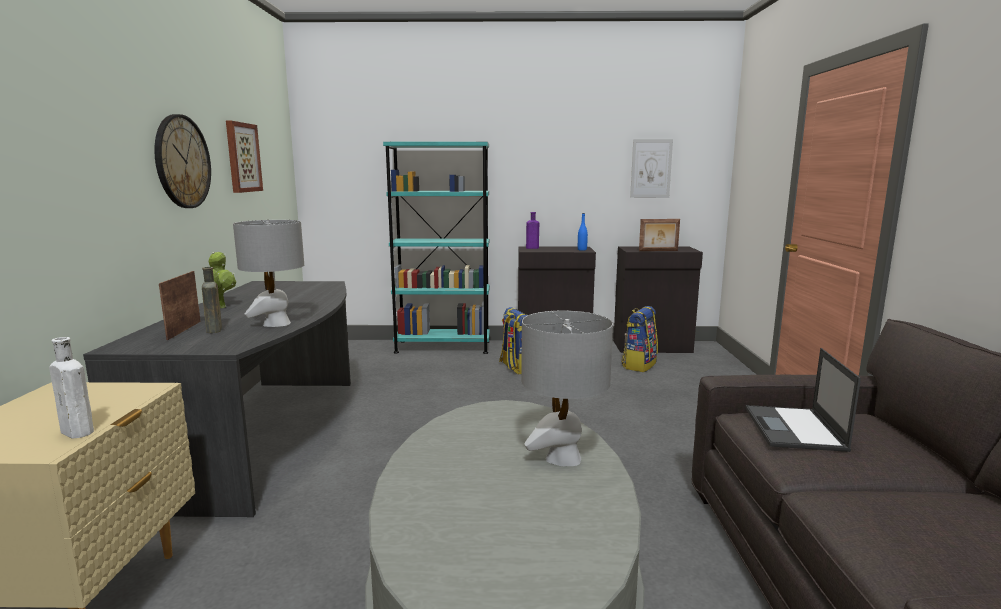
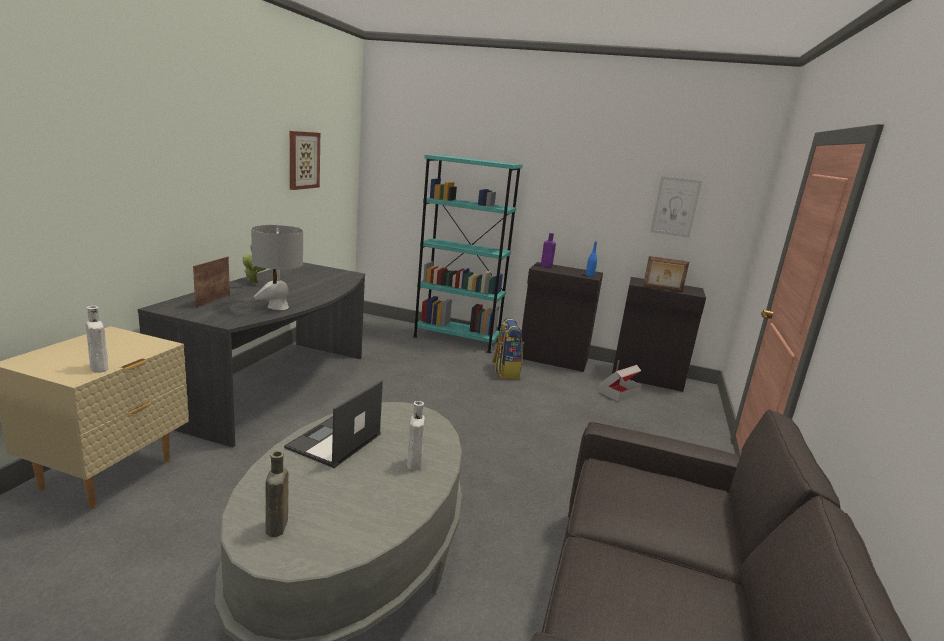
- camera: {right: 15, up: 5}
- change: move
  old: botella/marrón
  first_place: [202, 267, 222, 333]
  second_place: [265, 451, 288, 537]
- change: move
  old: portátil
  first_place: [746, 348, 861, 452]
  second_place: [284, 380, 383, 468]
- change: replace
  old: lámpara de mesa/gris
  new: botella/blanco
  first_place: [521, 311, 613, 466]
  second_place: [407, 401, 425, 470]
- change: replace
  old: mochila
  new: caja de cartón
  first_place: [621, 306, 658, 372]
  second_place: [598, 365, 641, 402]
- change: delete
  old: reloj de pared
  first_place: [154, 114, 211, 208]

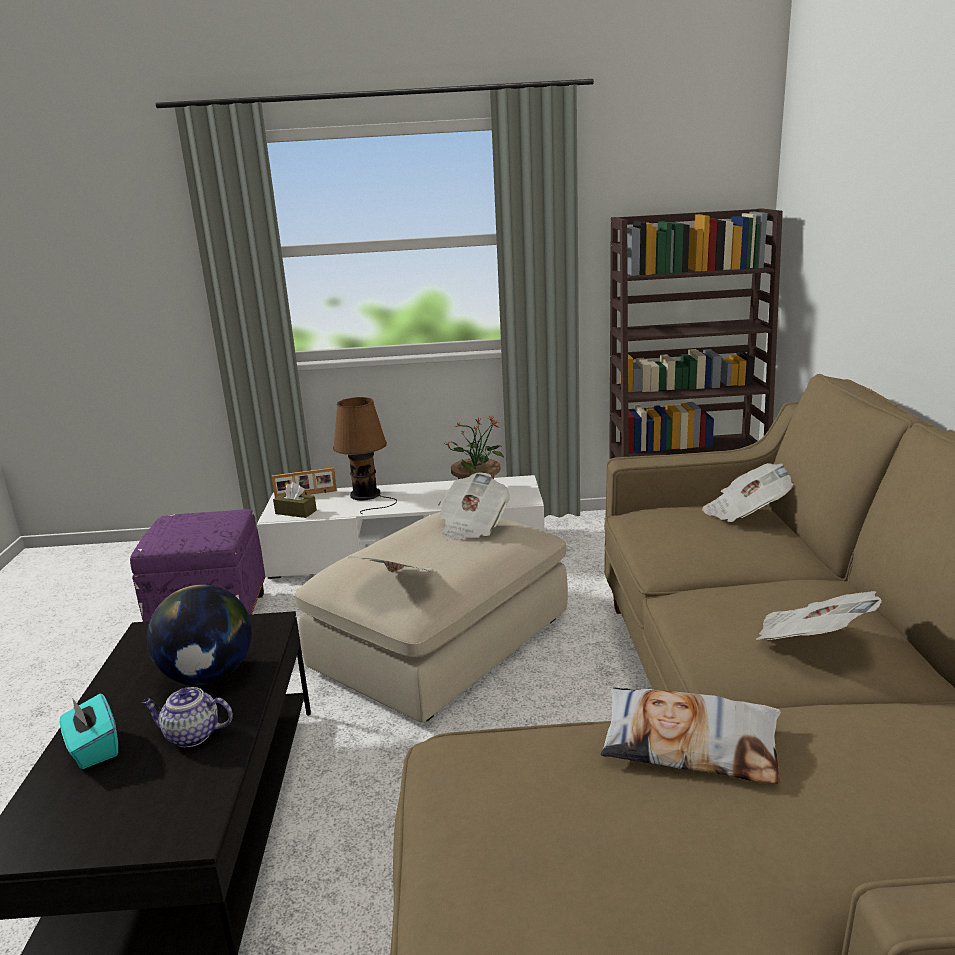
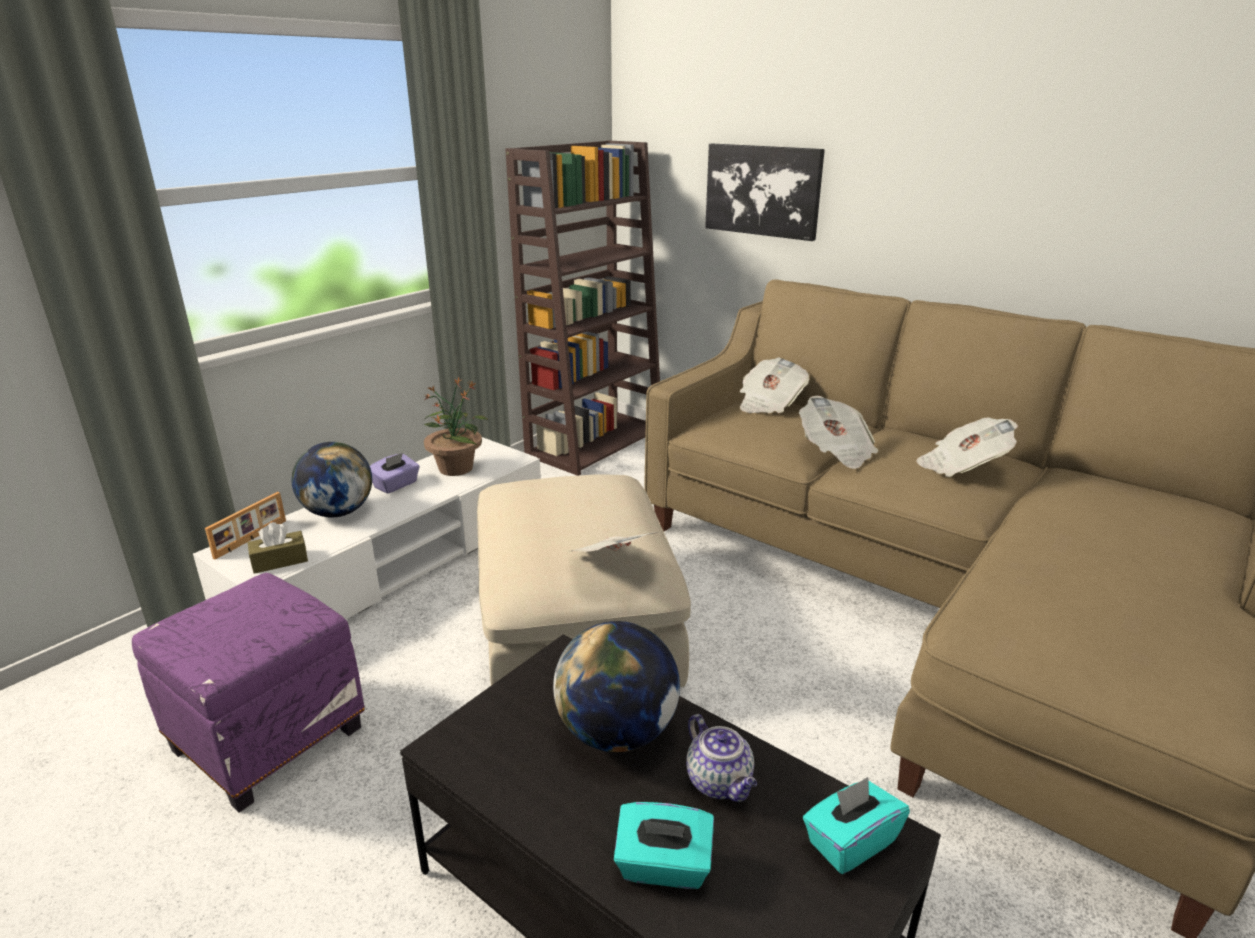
- camera: {right: -50, up: 5}
- change: replace
  old: lámpara de mesa/marrón
  new: globo terráqueo
  first_place: [333, 397, 397, 514]
  second_place: [291, 442, 372, 517]
- change: insert
  new: caja de pañuelos/morado
  second_place: [370, 453, 420, 494]
- change: rotate
  old: tetera
  first_place: [141, 687, 233, 747]
  second_place: [686, 714, 757, 802]
  degrees: -75
- change: insert
  new: cuadro
  second_place: [705, 144, 825, 241]
- change: move
  old: periódico
  first_place: [438, 472, 510, 541]
  second_place: [799, 396, 878, 469]
- change: insert
  new: caja de pañuelos/turquesa
  second_place: [803, 777, 910, 874]
- change: delete
  old: cojín
  first_place: [601, 687, 781, 784]

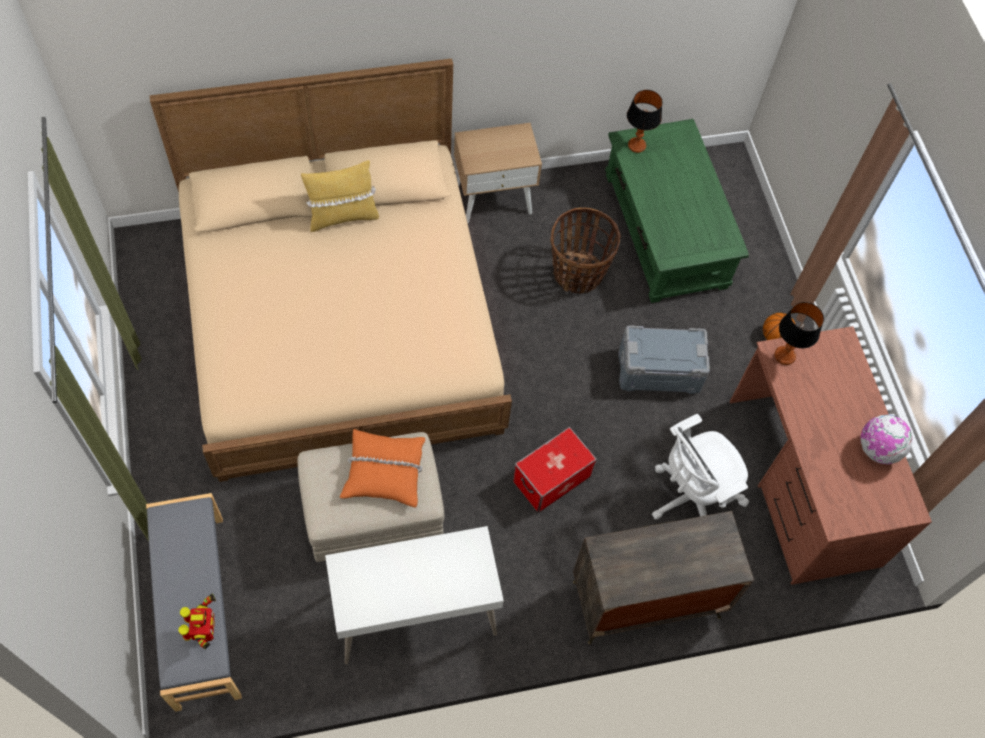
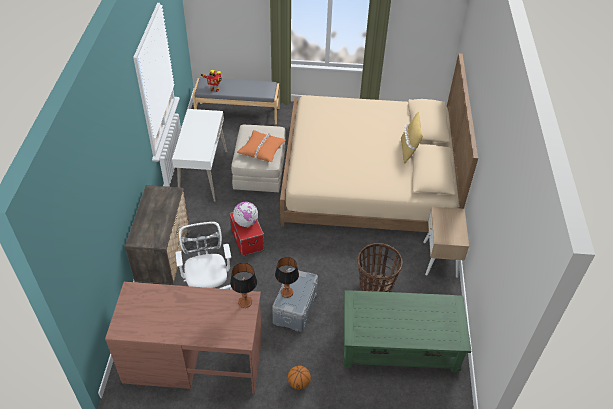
- camera: {right: 110, up: -15}
- change: move
  old: globo terráqueo
  first_place: [861, 415, 913, 464]
  second_place: [233, 202, 258, 227]
- change: move
  old: lámpara de mesa
  first_place: [627, 90, 662, 153]
  second_place: [275, 257, 299, 298]

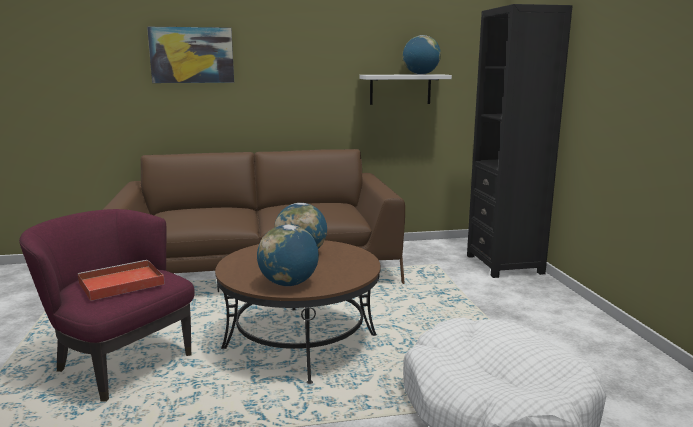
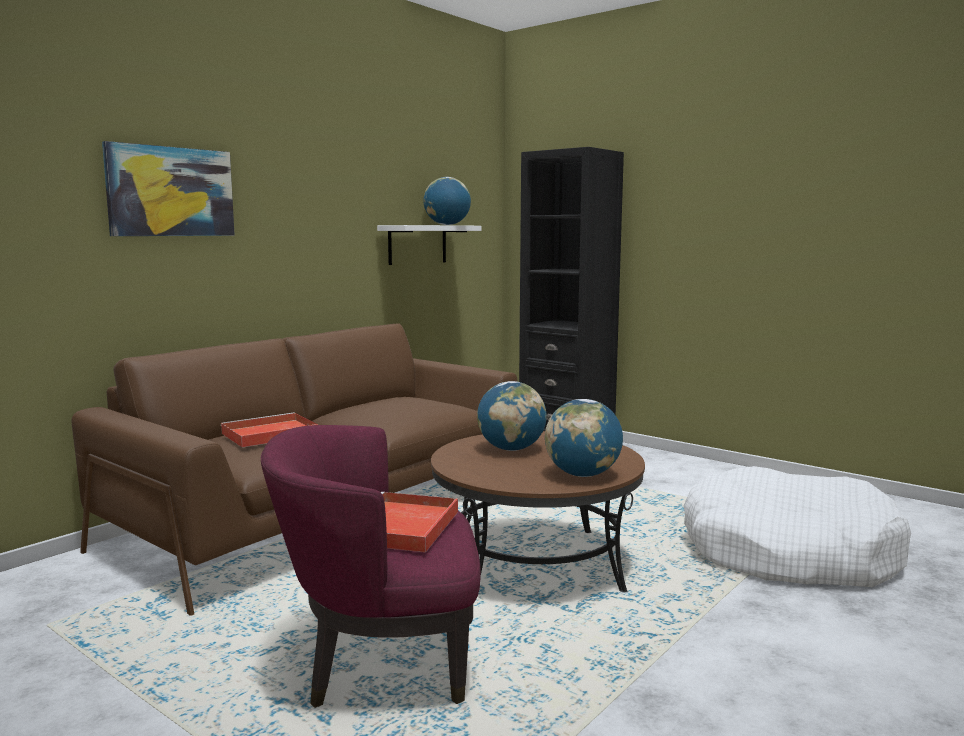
- camera: {right: -40, up: -5}
- change: insert
  new: bandeja/rojo
  second_place: [221, 412, 319, 447]

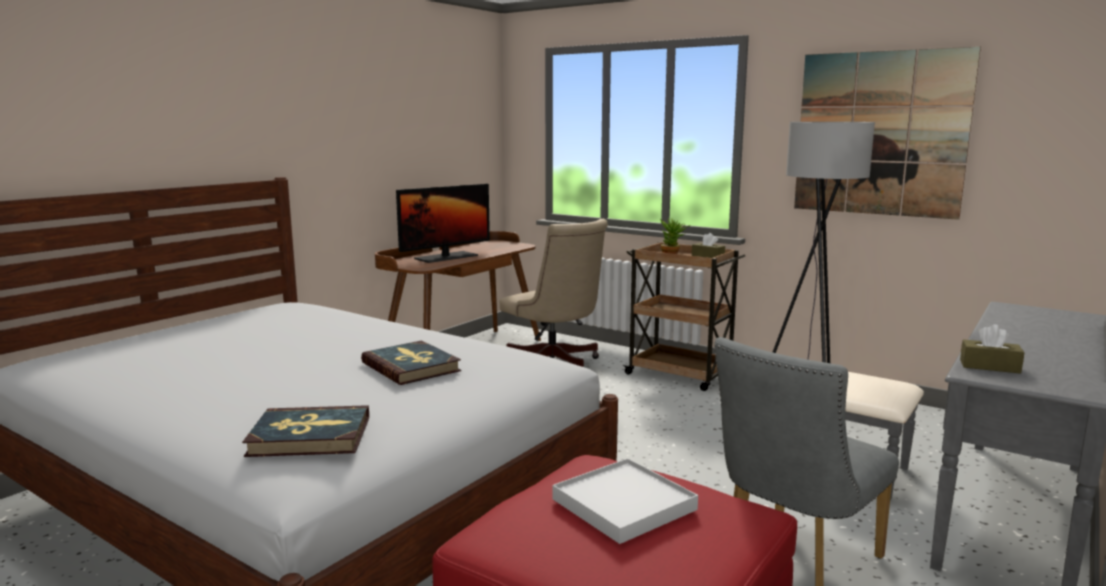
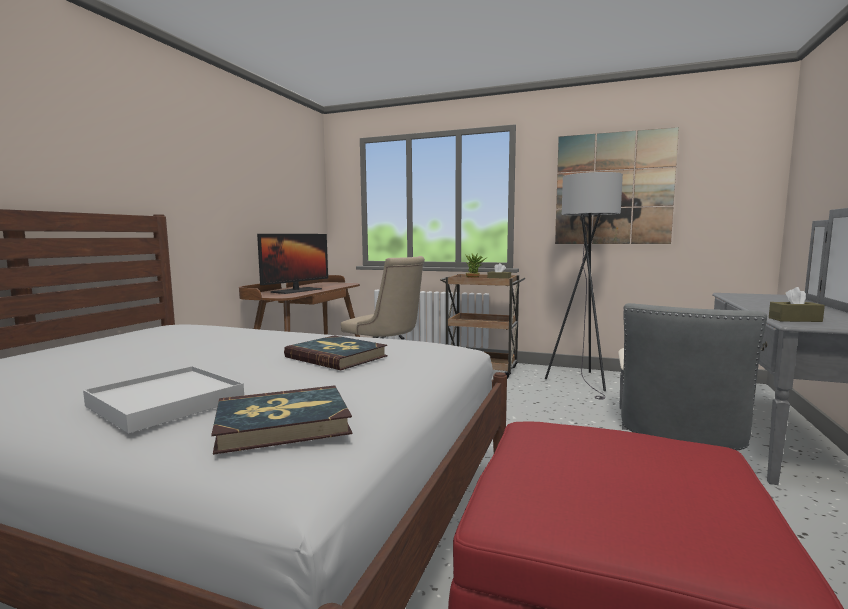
- camera: {right: -15, up: -5}
- change: move
  old: bandeja/blanco
  first_place: [552, 458, 698, 544]
  second_place: [83, 366, 244, 434]

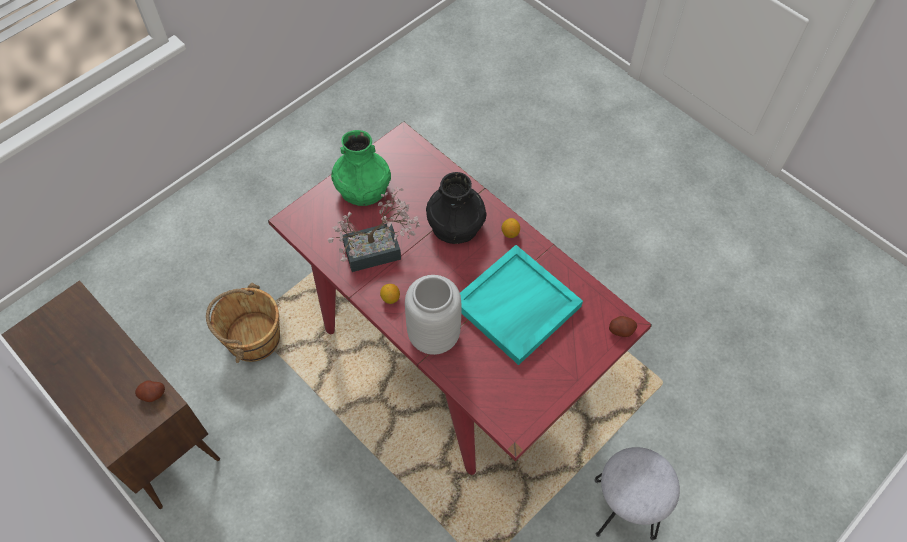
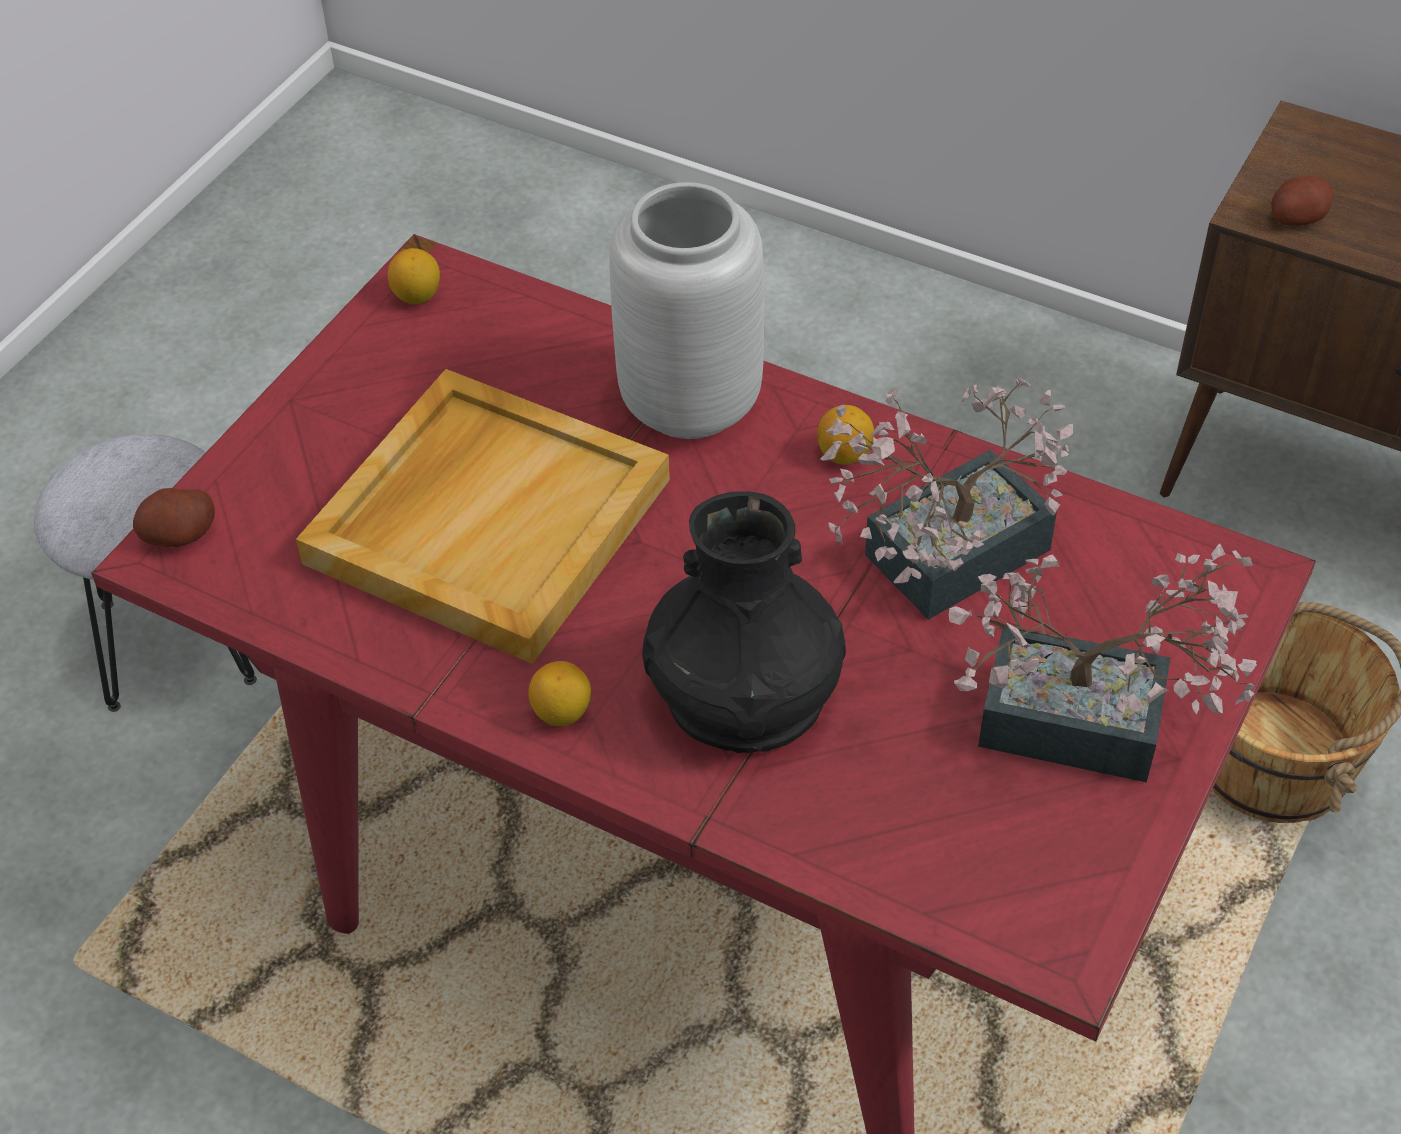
- camera: {right: 165, up: -10}
- change: recolor
  old: bandeja/turquesa
  new: bandeja/beis
  first_place: [460, 245, 583, 365]
  second_place: [296, 369, 670, 664]
- change: insert
  new: limón
  second_place: [388, 248, 440, 304]
- change: replace
  old: florero/verde
  new: planta en maceta
  first_place: [331, 130, 391, 206]
  second_place: [949, 544, 1257, 783]

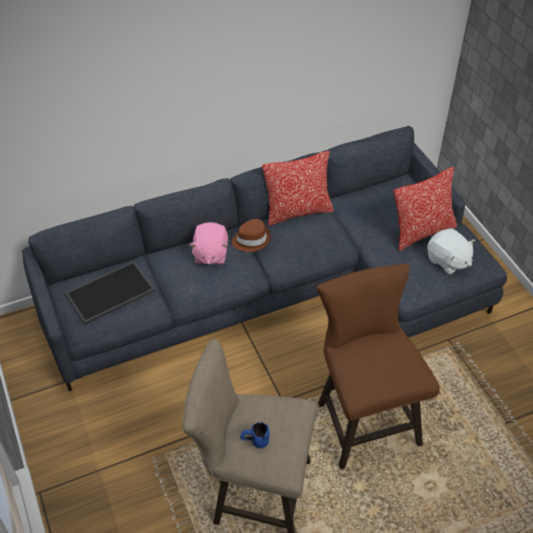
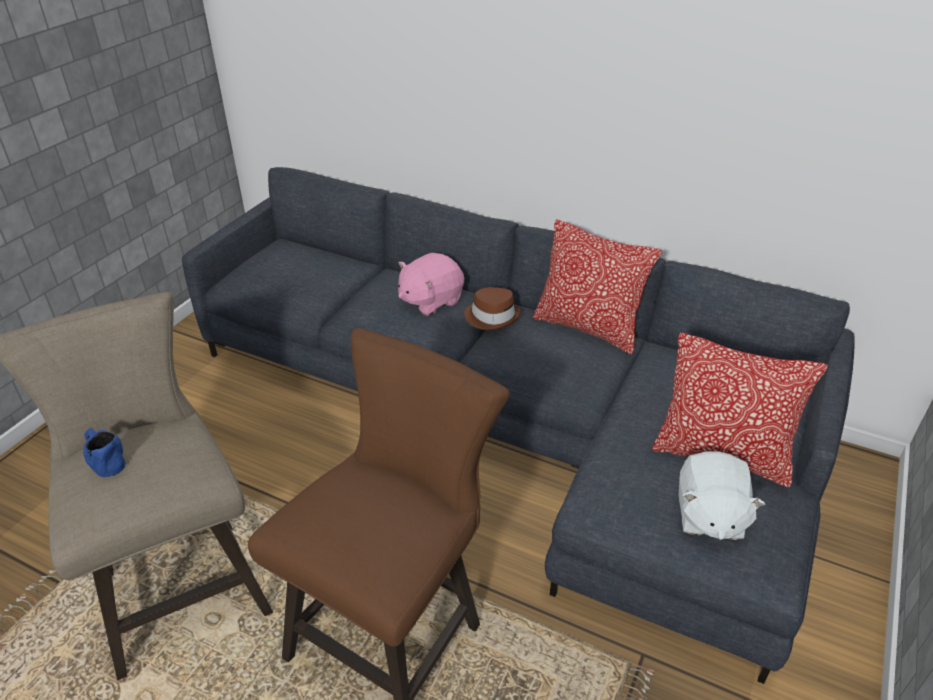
- camera: {right: 50, up: -10}
- change: delete
  old: bandeja
  first_place: [65, 261, 155, 325]

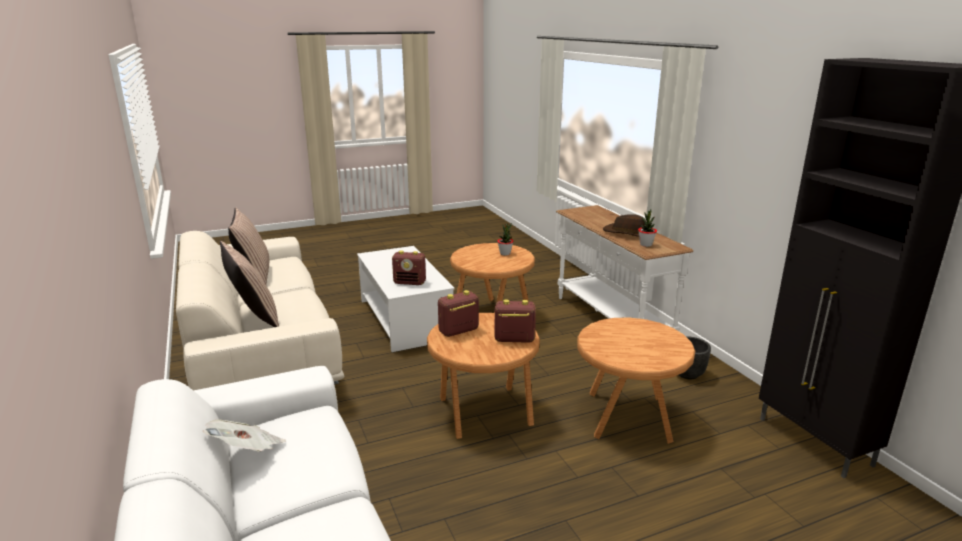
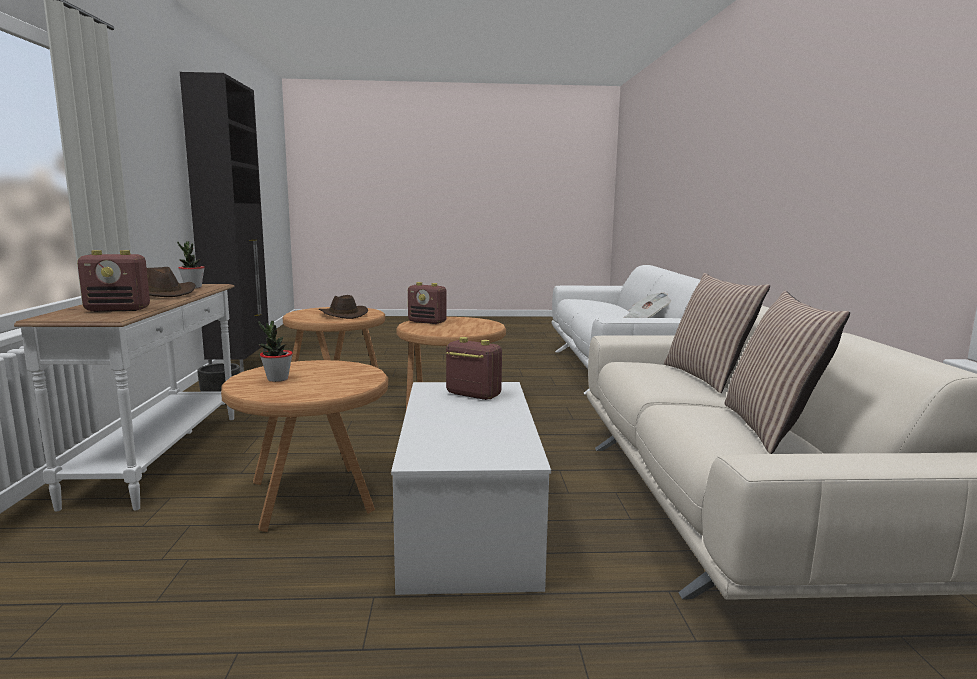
- camera: {right: -160, up: -10}
- change: move
  old: radio
  first_place: [438, 290, 479, 337]
  second_place: [77, 250, 150, 312]
- change: insert
  new: sombrero/marrón
  second_place: [319, 295, 368, 319]

